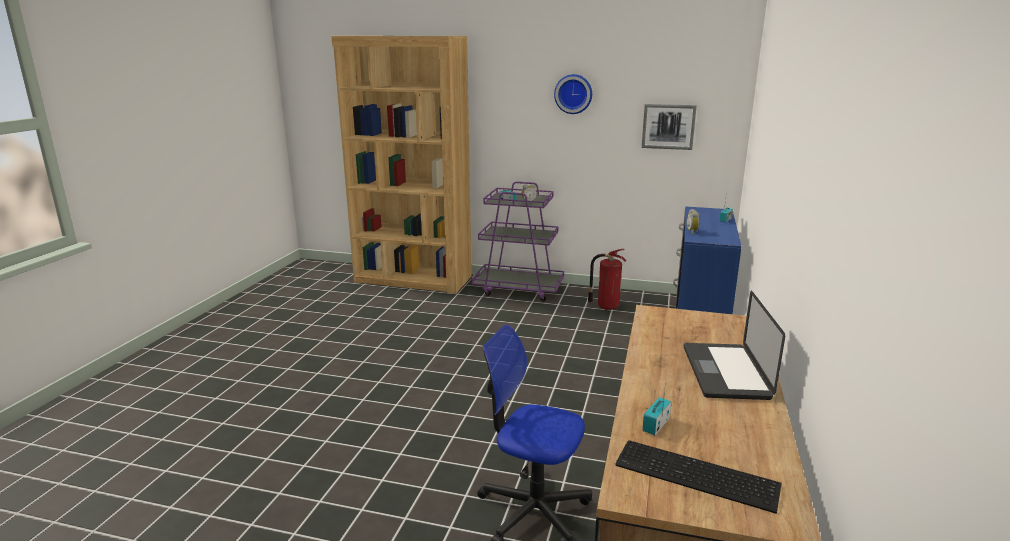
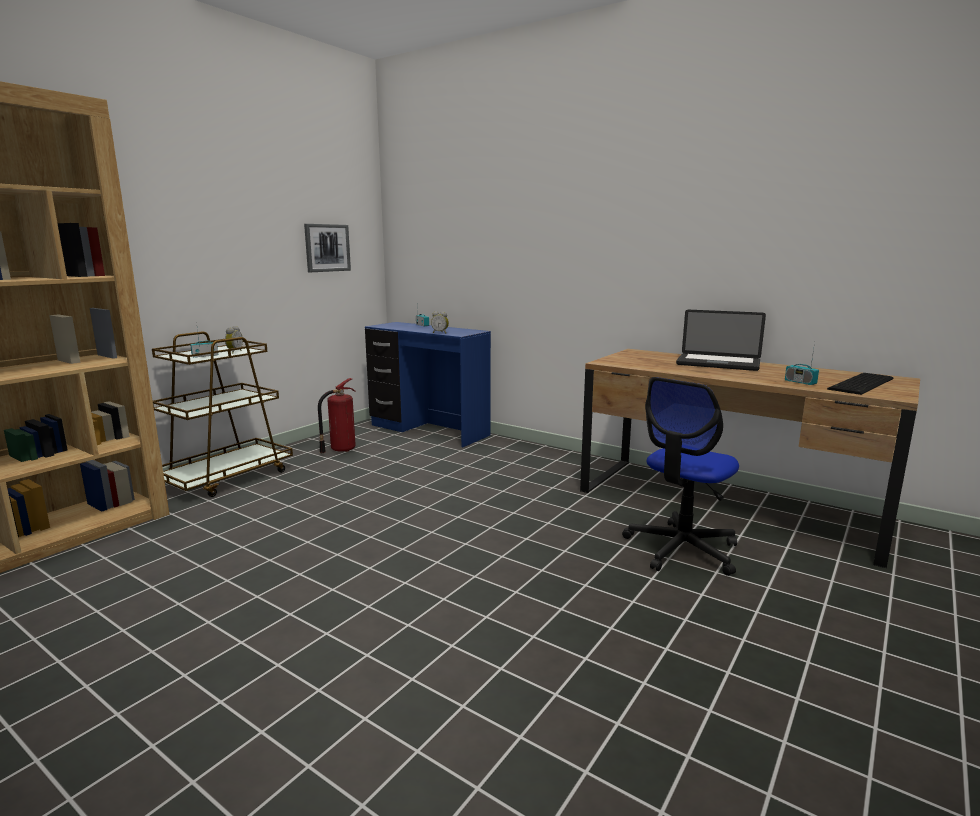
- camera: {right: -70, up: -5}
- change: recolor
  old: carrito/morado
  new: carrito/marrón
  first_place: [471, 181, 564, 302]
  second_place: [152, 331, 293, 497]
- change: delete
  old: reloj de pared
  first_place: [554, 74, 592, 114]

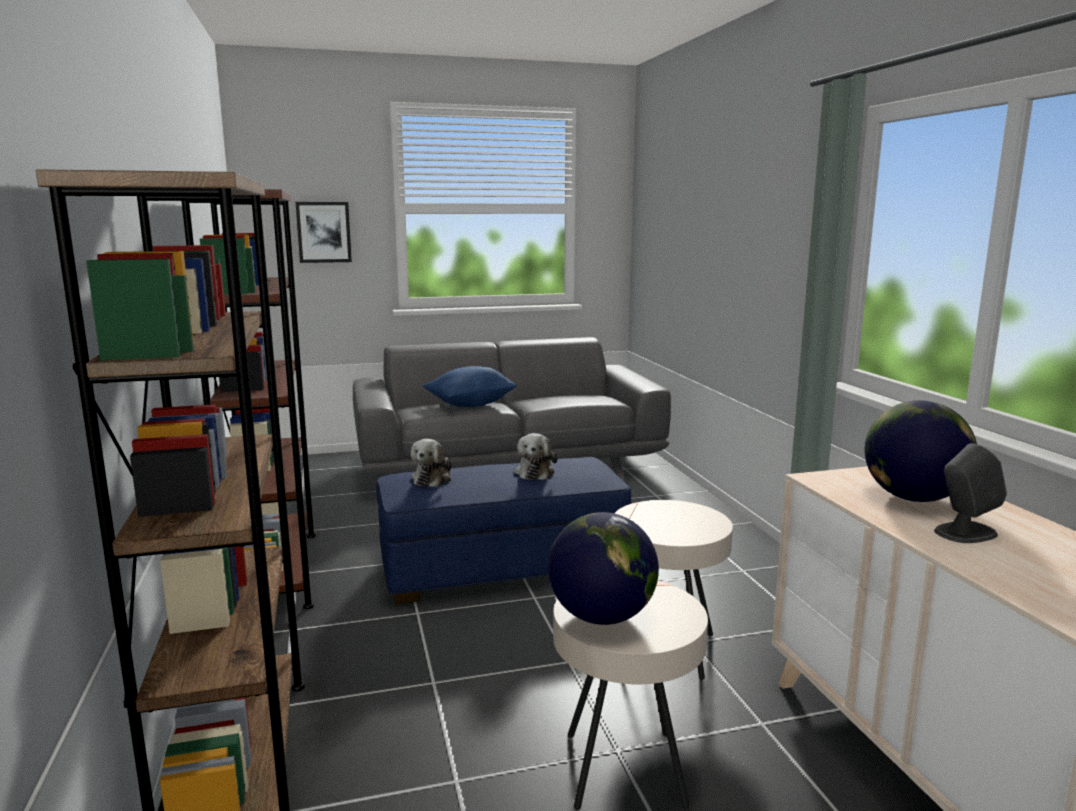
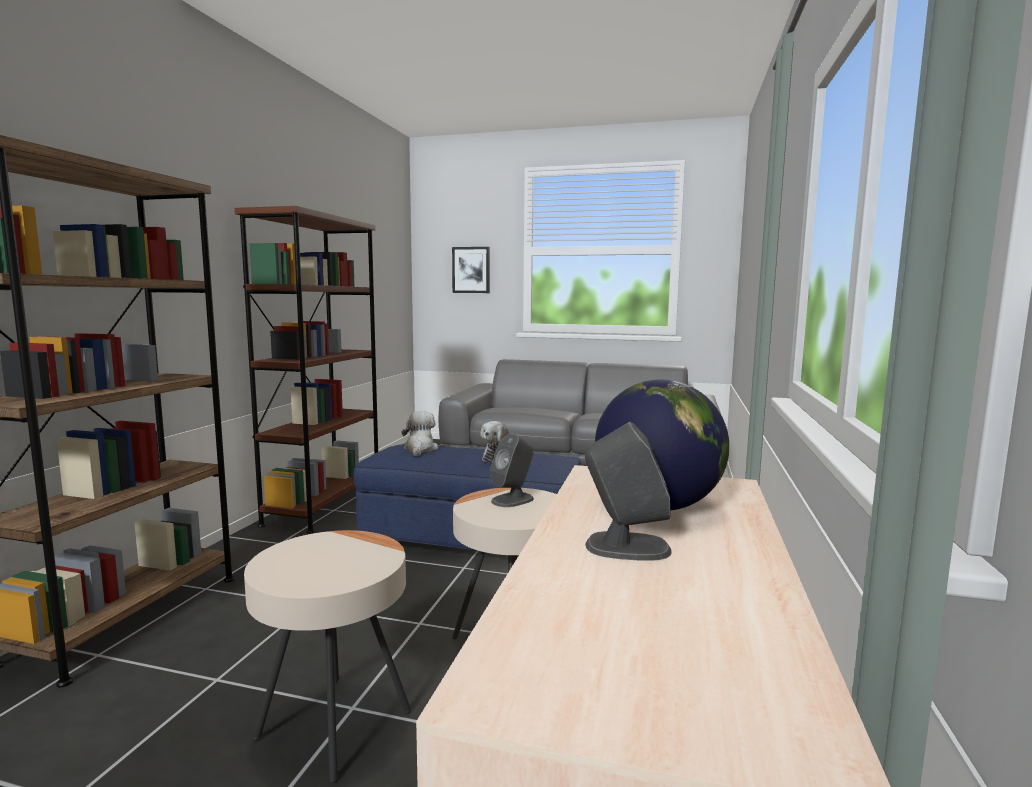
- camera: {right: 30, up: -5}
- change: rotate
  old: peluche
  first_place: [411, 439, 452, 487]
  second_place: [401, 411, 438, 456]
  degrees: 135
- change: insert
  new: altavoz/gris
  second_place: [490, 434, 534, 507]
- change: delete
  old: cojín/azul
  first_place: [423, 366, 517, 407]
- change: delete
  old: globo terráqueo
  first_place: [548, 512, 659, 625]

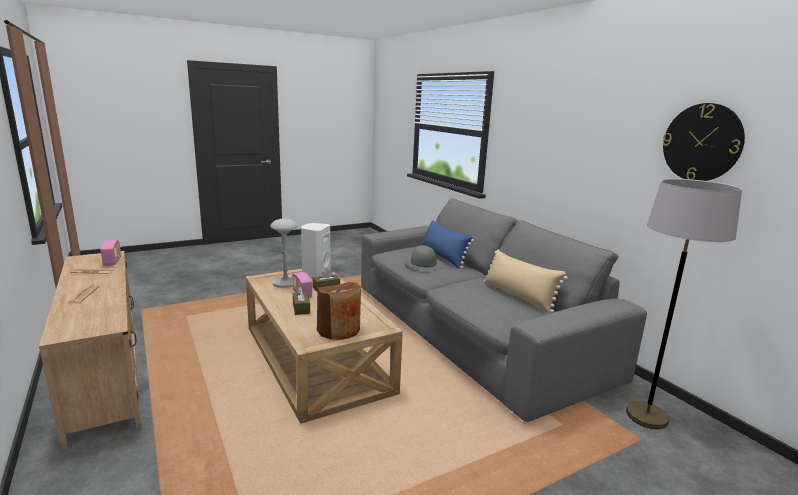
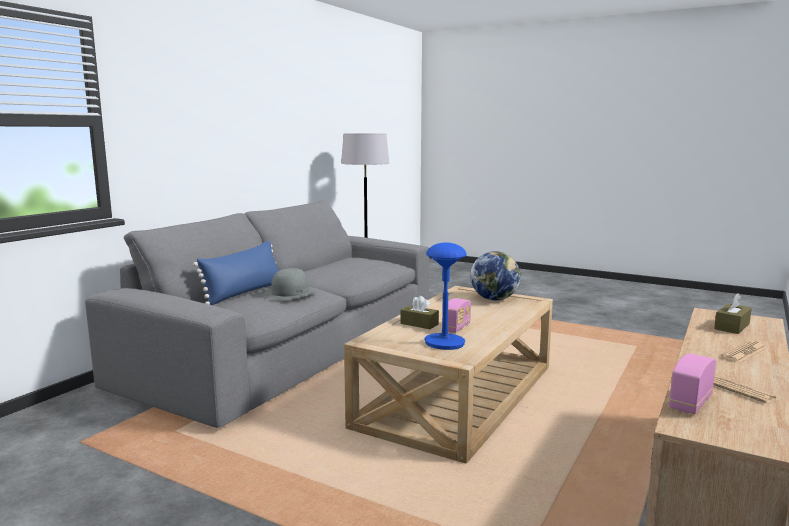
- camera: {right: -120, up: -5}
- change: recolor
  old: lámpara de mesa/gris
  new: lámpara de mesa/azul
  first_place: [270, 219, 297, 288]
  second_place: [424, 242, 467, 350]
- change: replace
  old: florero/marrón
  new: globo terráqueo
  first_place: [317, 282, 361, 340]
  second_place: [470, 251, 521, 300]
- change: move
  old: caja de pañuelos/marrón
  first_place: [293, 287, 310, 315]
  second_place: [714, 293, 752, 334]
- change: delete
  old: altavoz/blanco
  first_place: [301, 223, 330, 279]
- change: delete
  old: cojín/beis
  first_place: [483, 249, 568, 313]
- change: delete
  old: reloj de pared
  first_place: [662, 103, 745, 181]

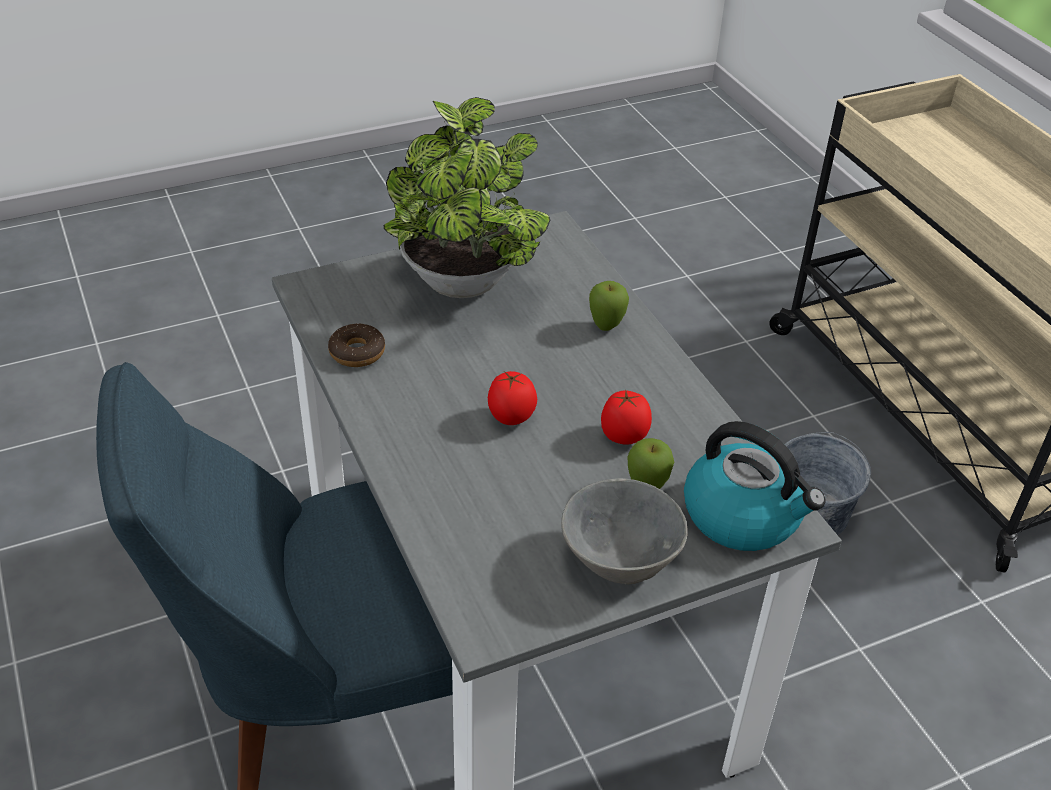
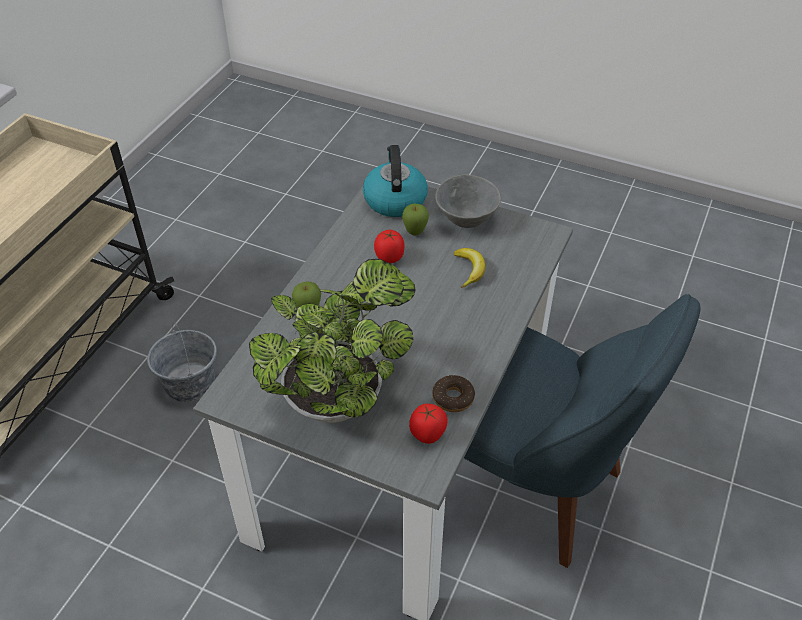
- camera: {right: -130, up: 5}
- change: move
  old: tomate
  first_place: [488, 371, 537, 425]
  second_place: [409, 404, 448, 444]
- change: insert
  new: plátano
  second_place: [454, 248, 486, 288]

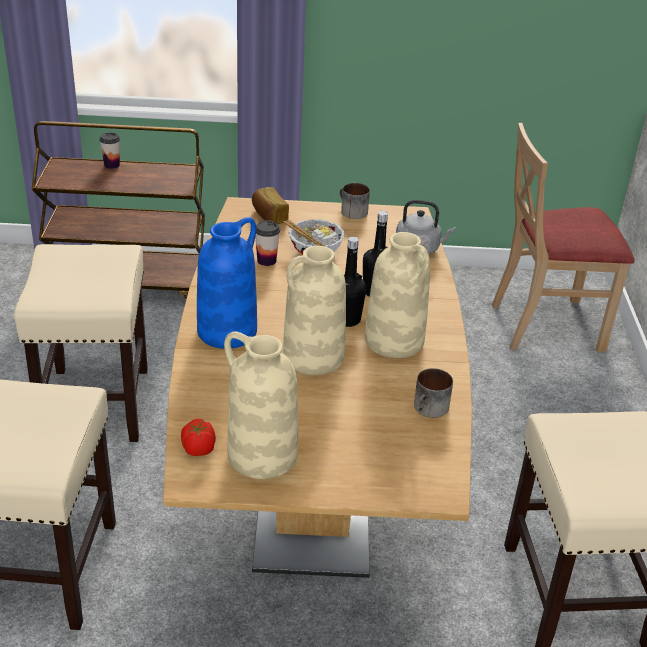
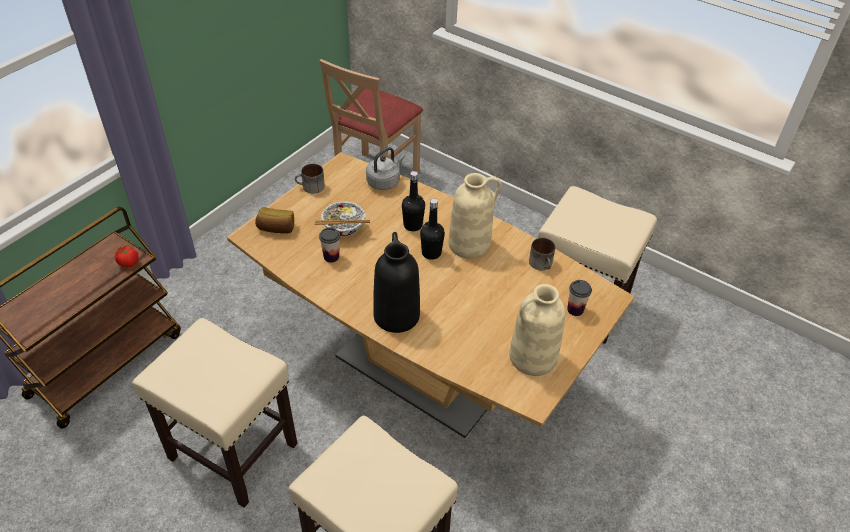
- camera: {right: -55, up: 10}
- change: move
  old: tomate
  first_place: [181, 419, 216, 456]
  second_place: [115, 246, 139, 267]
- change: recolor
  old: florero/azul
  new: florero/negro
  first_place: [197, 217, 257, 349]
  second_place: [373, 232, 420, 333]
- change: move
  old: taza
  first_place: [99, 132, 120, 169]
  second_place: [567, 280, 592, 316]
- change: delete
  old: florero/beis
  first_place: [283, 246, 346, 375]

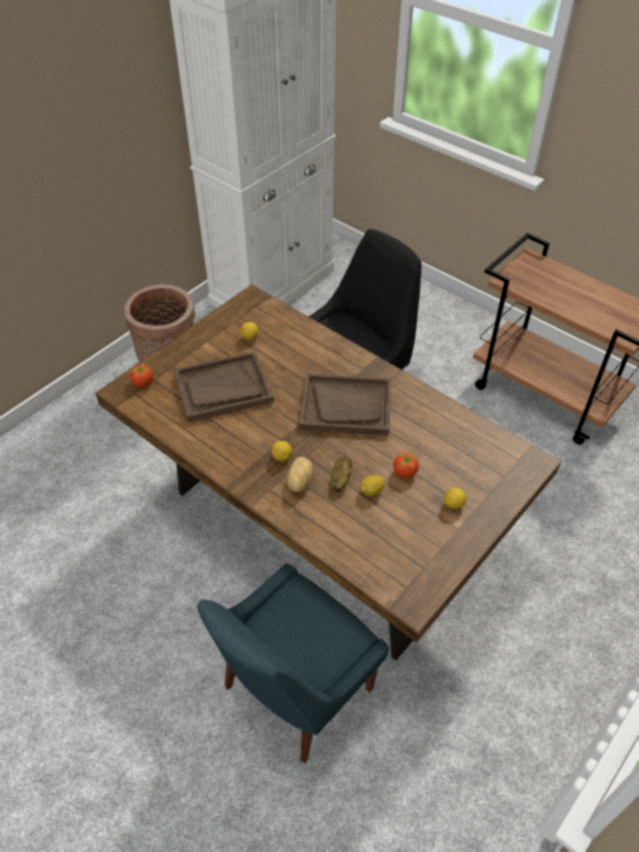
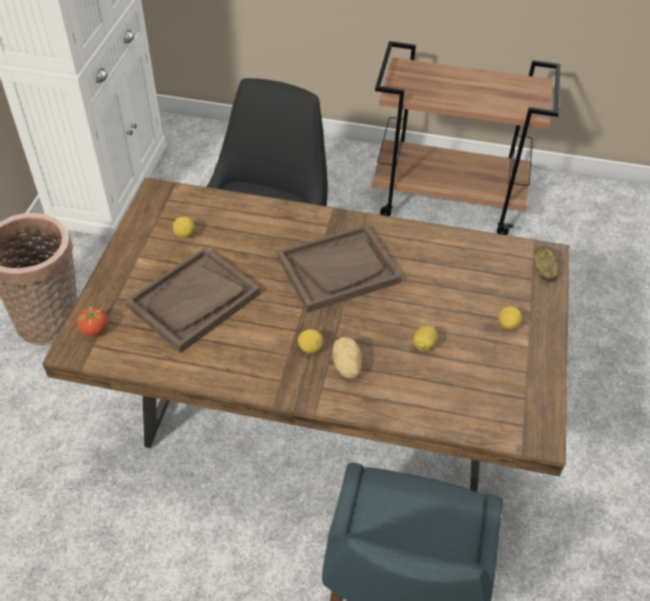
- camera: {right: -30, up: 0}
- change: move
  old: patata
  first_place: [330, 457, 352, 492]
  second_place: [534, 246, 558, 282]
- change: delete
  old: tomate
  first_place: [393, 448, 419, 478]

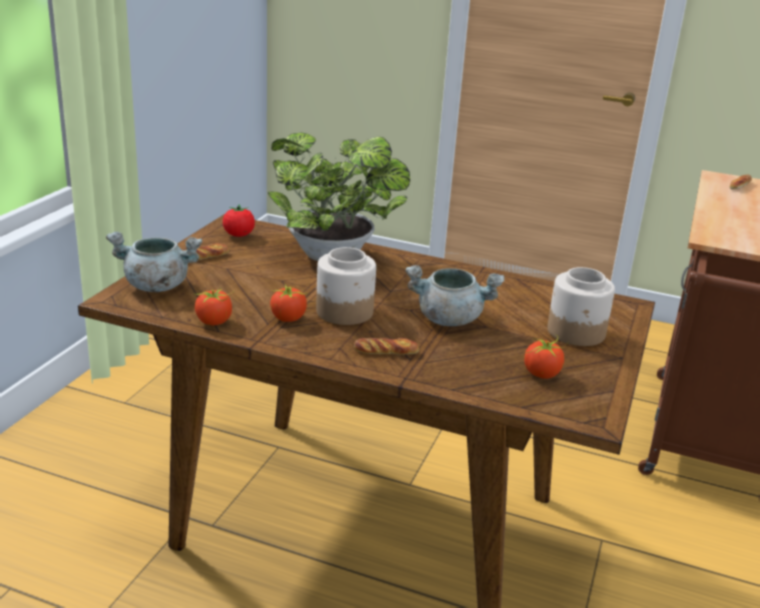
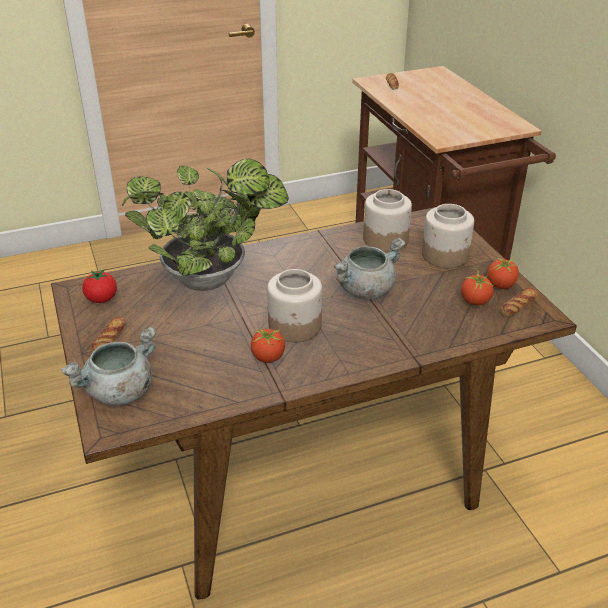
- camera: {right: -40, up: 10}
- change: insert
  new: tarro
  second_place: [363, 189, 412, 252]
- change: move
  old: tomate
  first_place: [195, 288, 234, 325]
  second_place: [487, 254, 523, 289]
- change: move
  old: pan
  first_place: [354, 338, 419, 355]
  second_place: [500, 288, 538, 316]

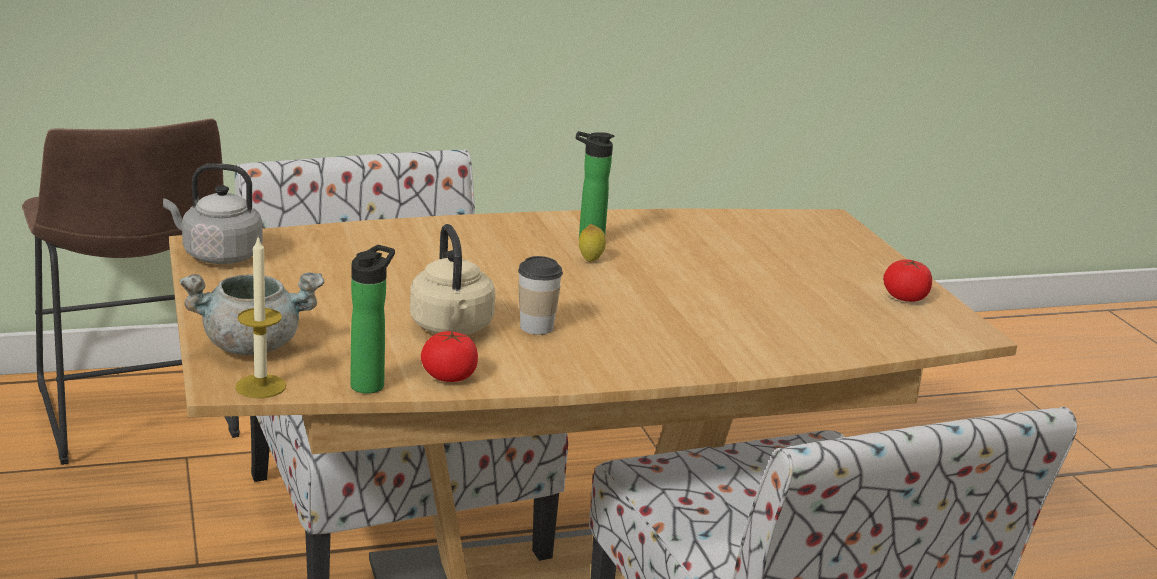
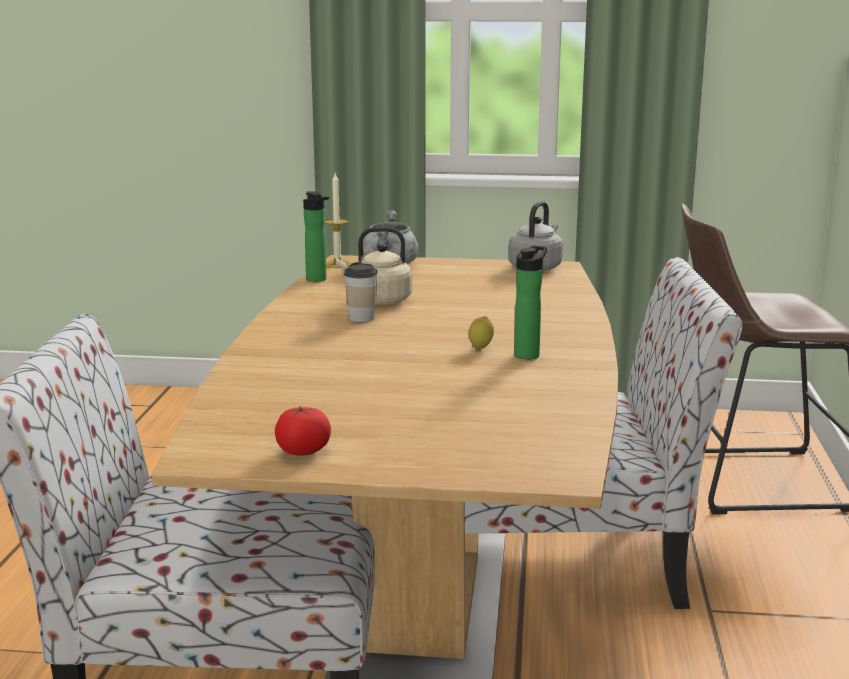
- camera: {right: 115, up: -5}
- change: delete
  old: tomate
  first_place: [421, 331, 478, 382]

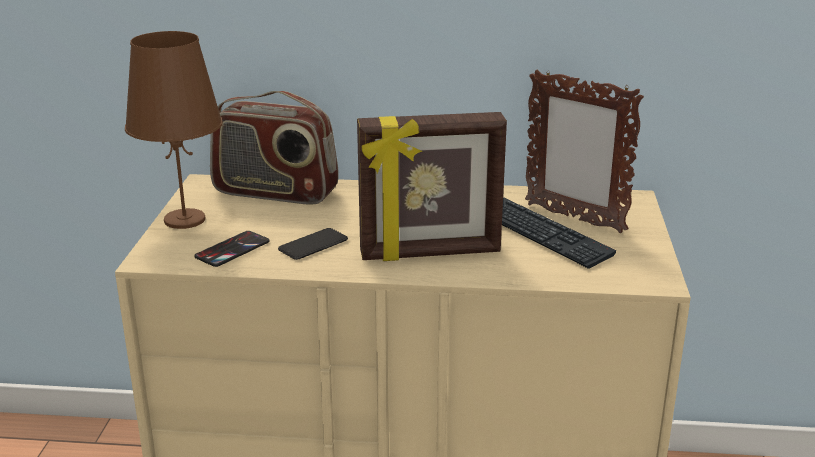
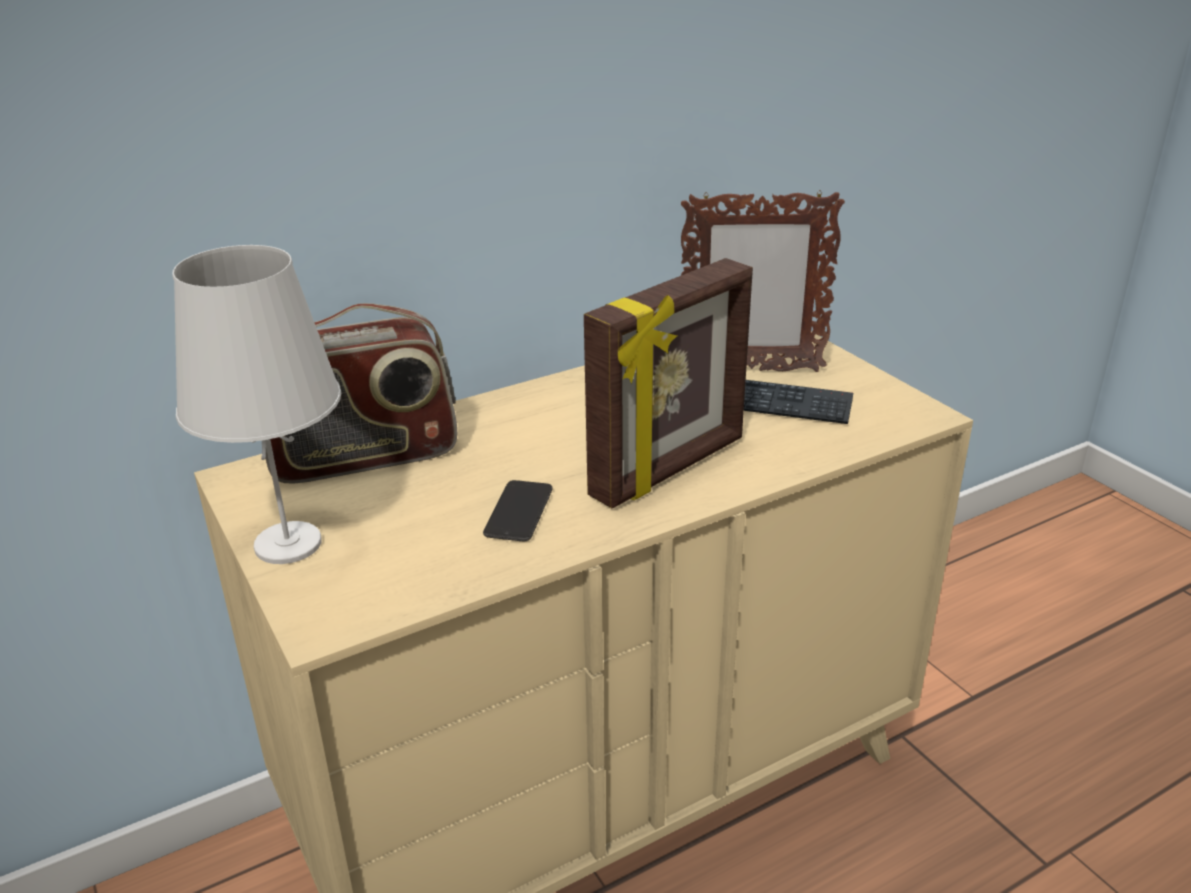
- camera: {right: -35, up: 5}
- change: recolor
  old: lámpara de mesa/marrón
  new: lámpara de mesa/blanco
  first_place: [125, 31, 223, 229]
  second_place: [173, 245, 341, 564]
- change: delete
  old: móvil
  first_place: [194, 231, 270, 267]

